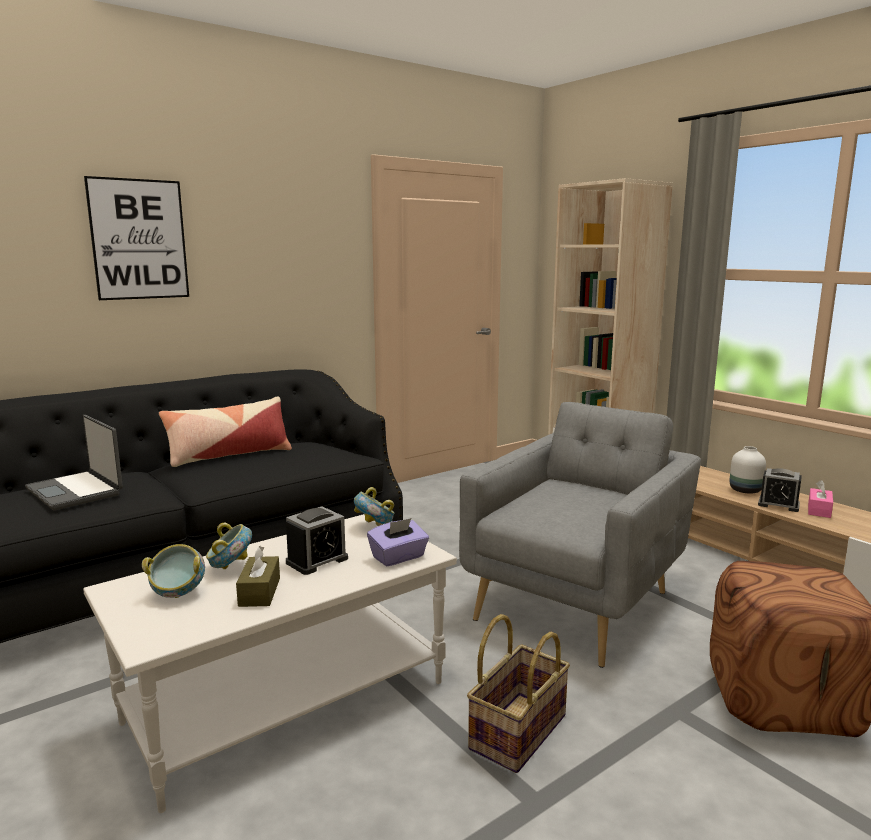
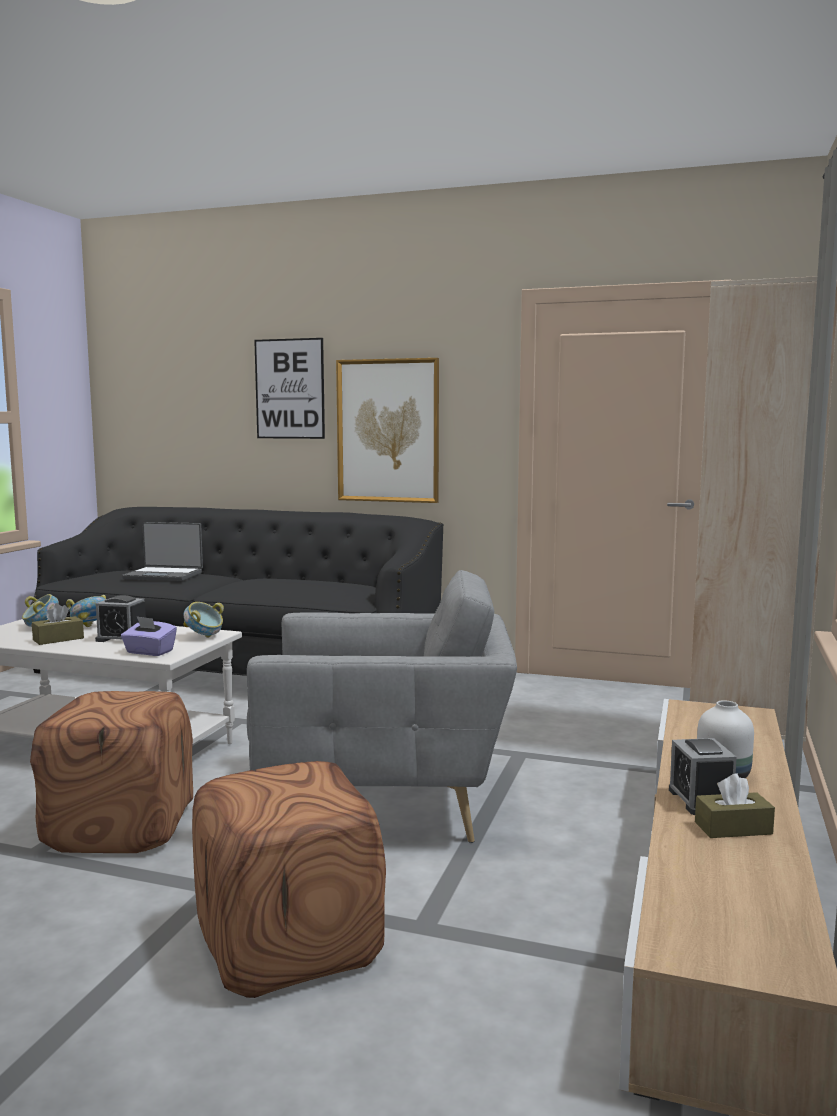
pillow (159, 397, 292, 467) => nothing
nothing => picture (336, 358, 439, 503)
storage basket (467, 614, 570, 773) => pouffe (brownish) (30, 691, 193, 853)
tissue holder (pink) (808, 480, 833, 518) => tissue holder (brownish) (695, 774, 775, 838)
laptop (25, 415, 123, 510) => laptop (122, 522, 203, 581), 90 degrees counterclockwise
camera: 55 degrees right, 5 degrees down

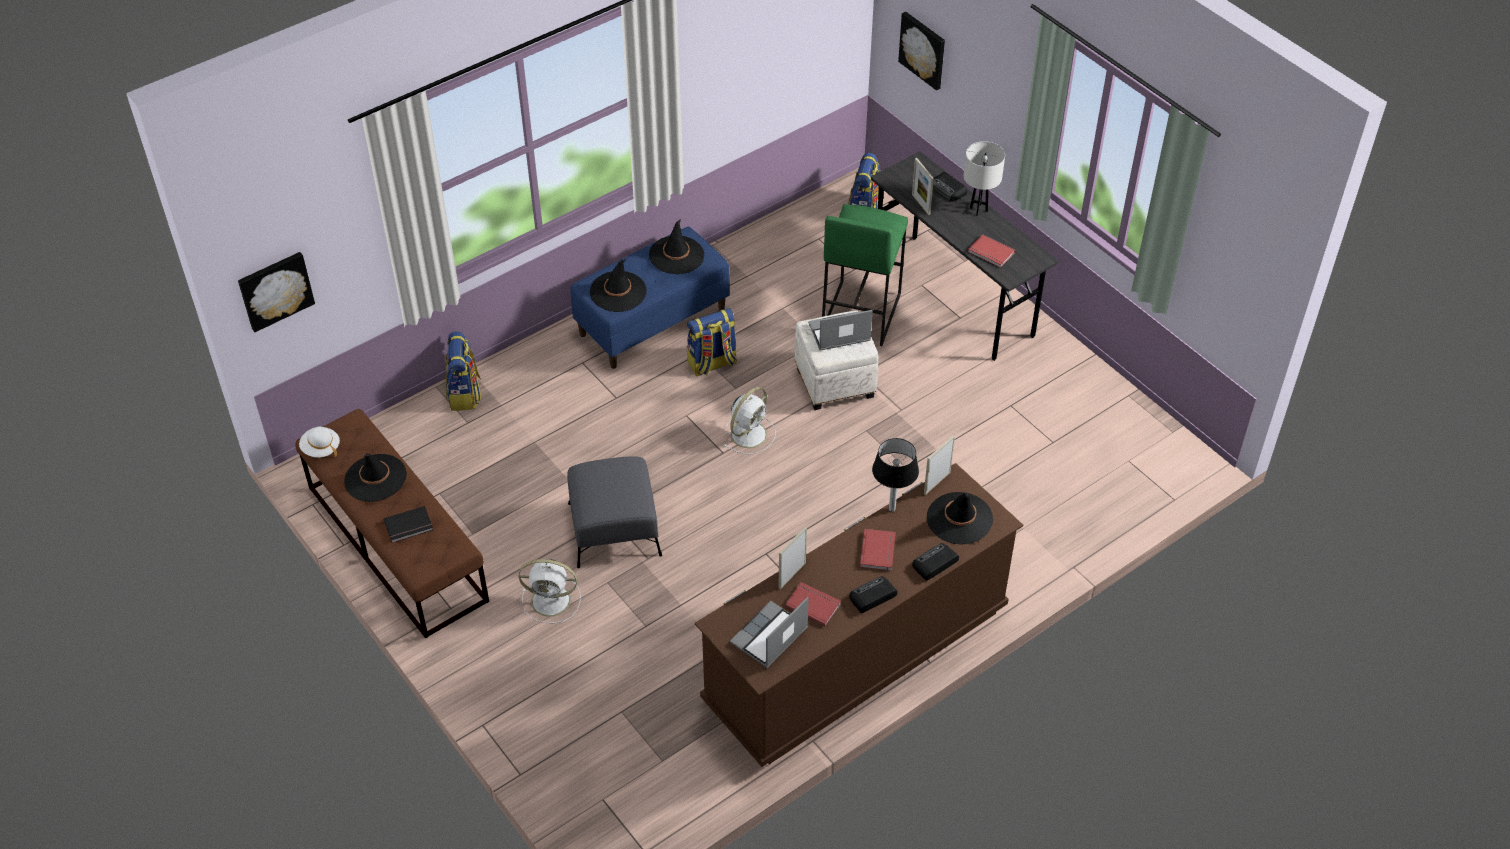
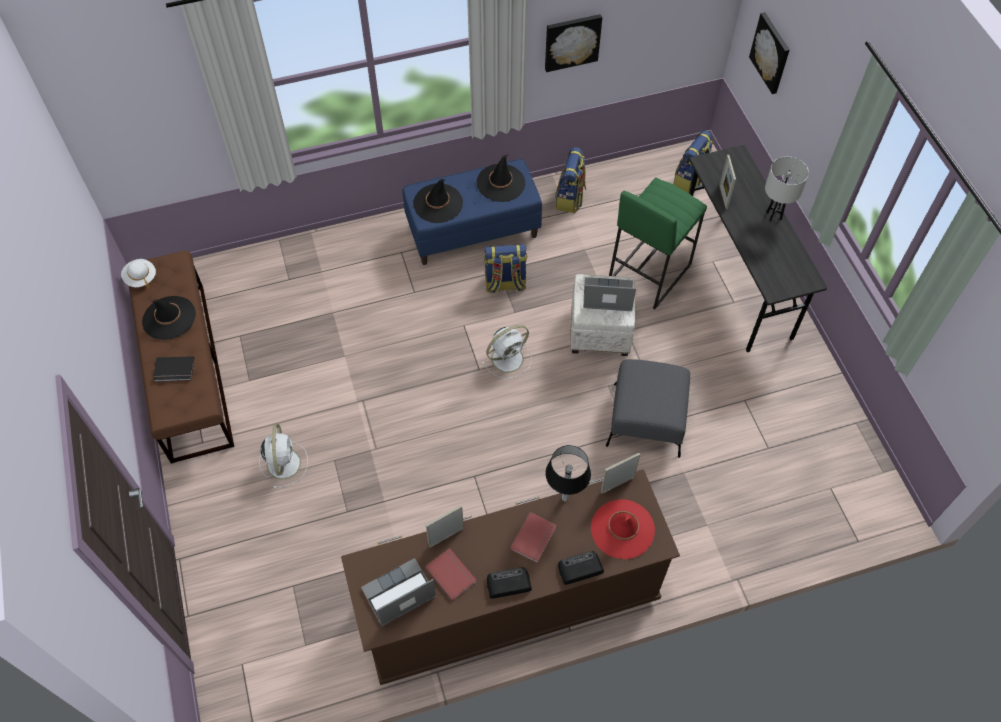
radio receiver (933, 172, 967, 202) => nothing
bound book (red-coloured) (968, 234, 1015, 268) => nothing
picture (238, 252, 315, 332) => picture (545, 14, 602, 72), move
rucksack (446, 331, 481, 411) => rucksack (555, 147, 586, 213), move
pouffe (gray) (567, 457, 662, 568) => pouffe (gray) (606, 359, 690, 458), move
clothing hat (black) (927, 492, 993, 544) => clothing hat (red-coloured) (591, 499, 655, 559)
fan (white-coloured) (518, 559, 581, 623) => fan (white-coloured) (259, 424, 308, 488), 120 degrees counterclockwise
camera: 20 degrees right, 10 degrees up

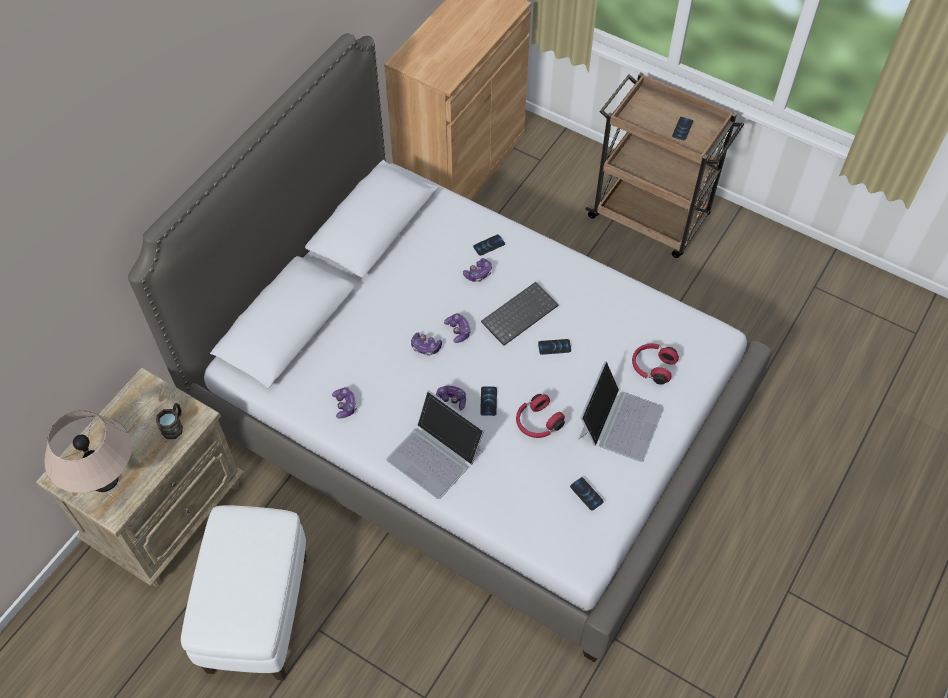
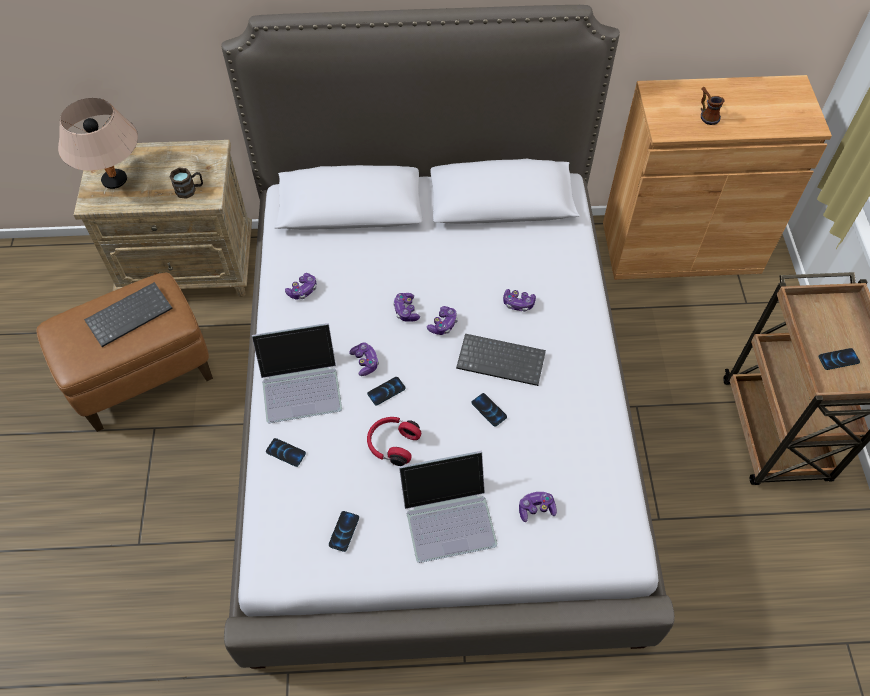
nothing => keyboard (84, 282, 173, 347)
nothing => mug (701, 87, 725, 125)
telephone (473, 234, 505, 256) => telephone (266, 438, 306, 467), move
headset (red-coloured) (632, 343, 679, 385) => gamepad (519, 492, 557, 522)
pouffe (white-coloured) (181, 505, 307, 680) => pouffe (brownish) (37, 273, 213, 432)
laptop (387, 390, 485, 499) => laptop (252, 323, 342, 423), 105 degrees counterclockwise
camera: 55 degrees right, 0 degrees up

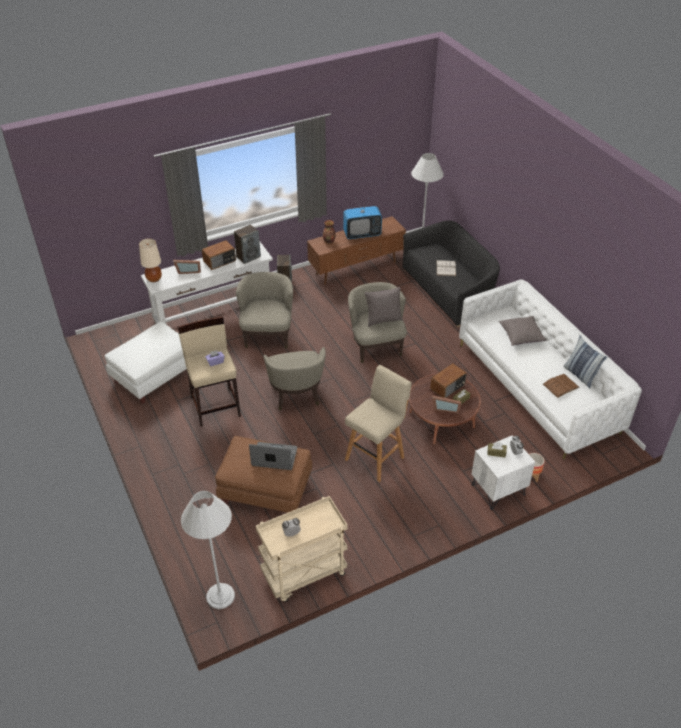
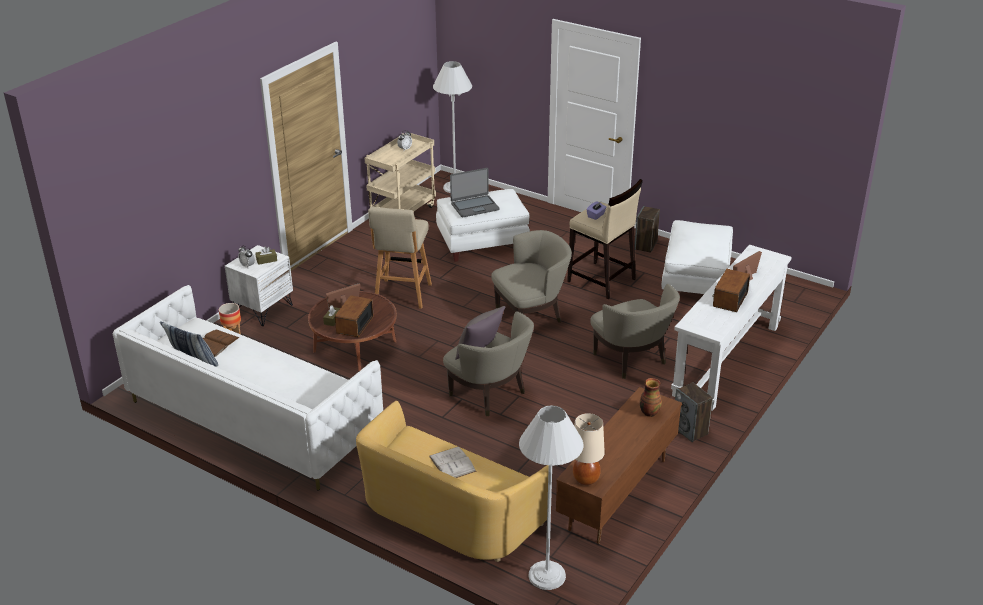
TV set (343, 195, 382, 239) => nothing
pillow (gray) (499, 316, 546, 346) => nothing
lamp for a table (sand-coloured) (139, 238, 162, 282) => lamp for a table (sand-coloured) (573, 413, 605, 485), move
audio speaker (234, 225, 261, 264) => audio speaker (635, 206, 660, 253), move
pouffe (brownish) (215, 436, 312, 513) => pouffe (white-coloured) (436, 189, 530, 262)
settee (black) (402, 221, 500, 327) => settee (yellow) (356, 401, 549, 562)
armchair (sand-coloured) (263, 347, 326, 411) => armchair (sand-coloured) (491, 230, 572, 323), 105 degrees clockwise
camera: 150 degrees right, 10 degrees down

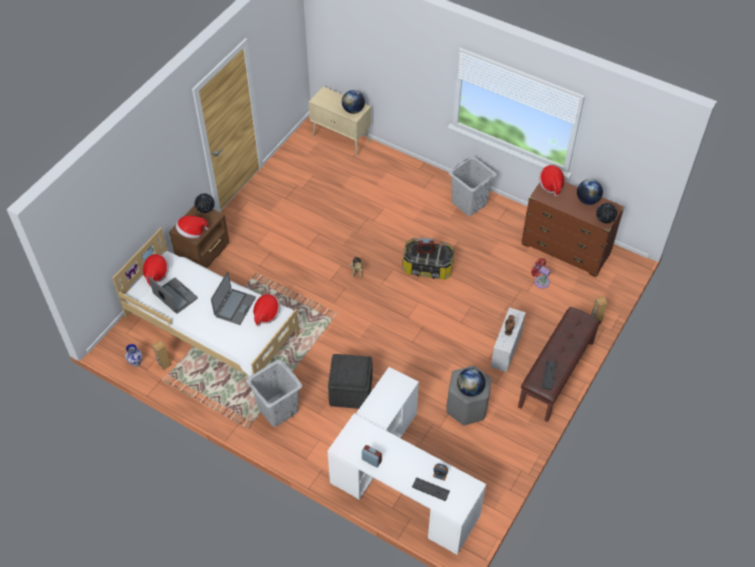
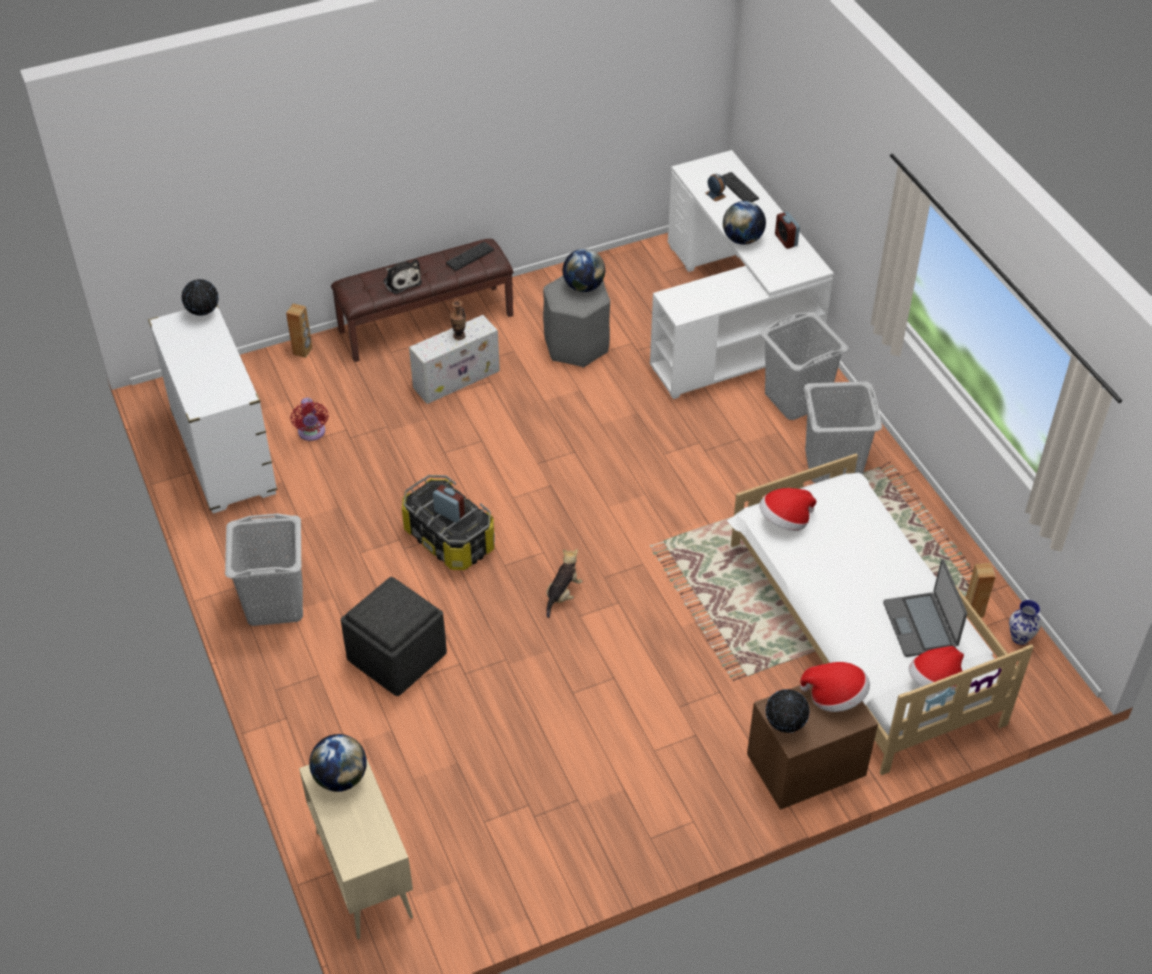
laptop (211, 272, 256, 325) => nothing
clothing hat (539, 165, 565, 197) => nothing
nothing => soft toy (383, 259, 422, 294)
nothing => hamper (gray) (760, 312, 849, 420)
pouffe (gray) (328, 354, 373, 409) => pouffe (gray) (341, 577, 447, 696), move
desk globe (577, 179, 603, 205) => desk globe (723, 201, 766, 245), move
drawer chest (brownish) (521, 182, 625, 278) => drawer chest (white-coloured) (148, 304, 277, 513)
camera: 145 degrees left, 5 degrees down

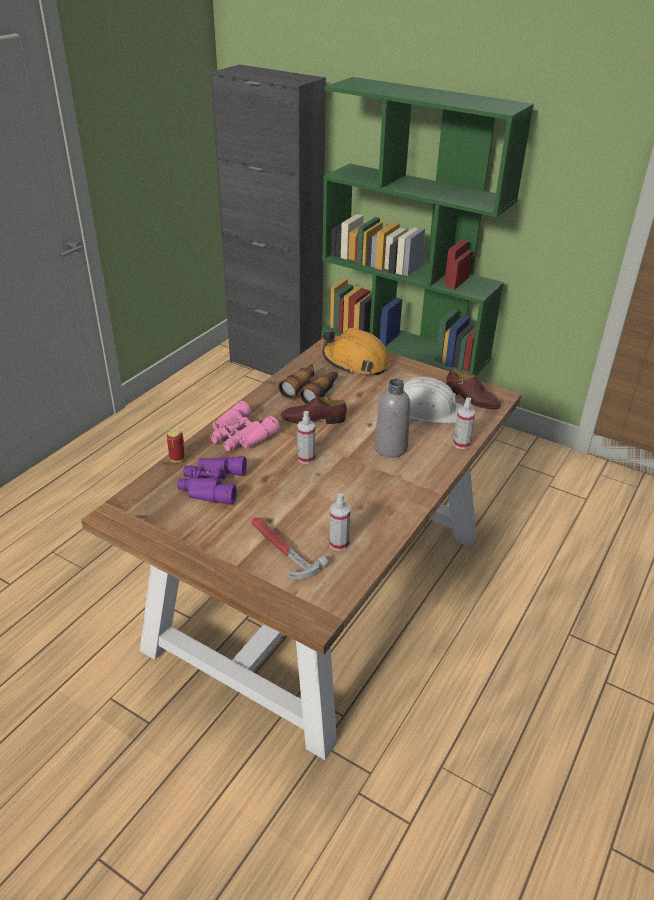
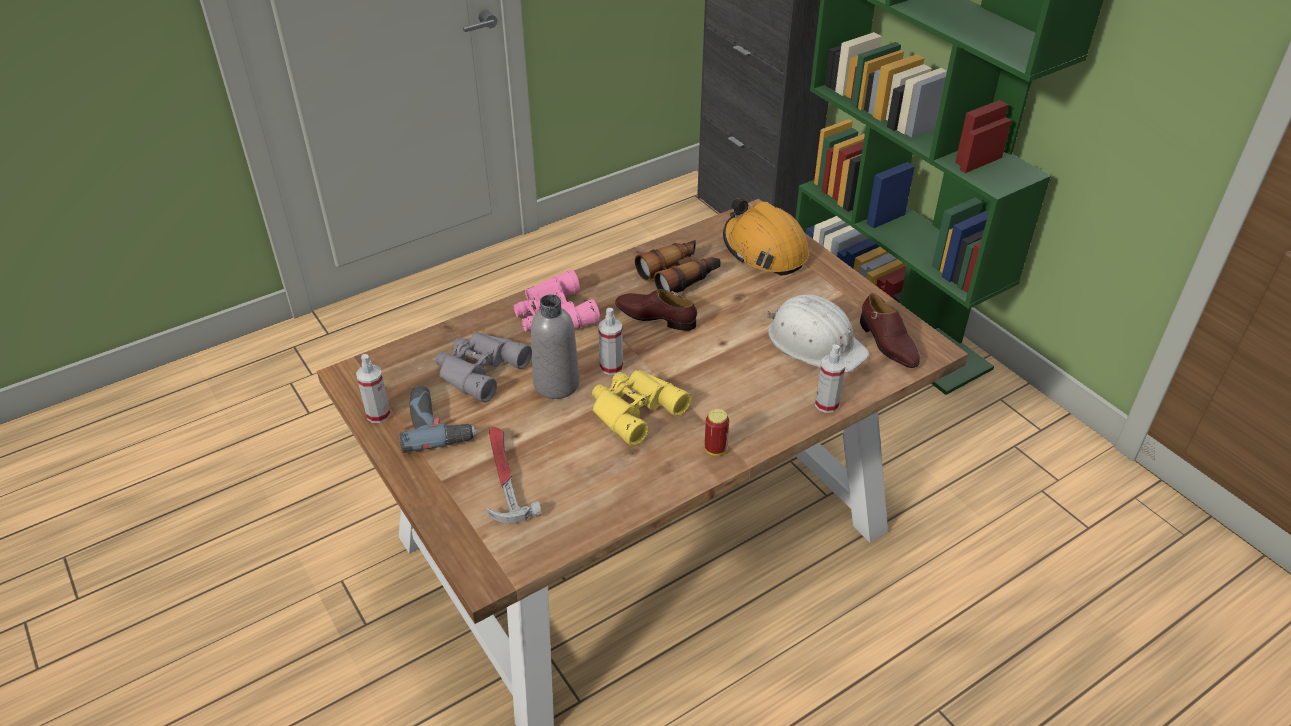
nothing => power drill (399, 386, 477, 453)
nothing => binoculars (yellow) (592, 370, 691, 446)
metal can (167, 428, 185, 462) => metal can (705, 409, 729, 456), move
spray bottle (329, 493, 350, 551) => spray bottle (356, 354, 391, 423), move
beverage bottle (gray) (374, 379, 410, 458) => beverage bottle (gray) (531, 294, 580, 399), move
binoculars (purplish) (177, 456, 247, 505) => binoculars (gray) (436, 332, 532, 402)
camera: 25 degrees right, 5 degrees up

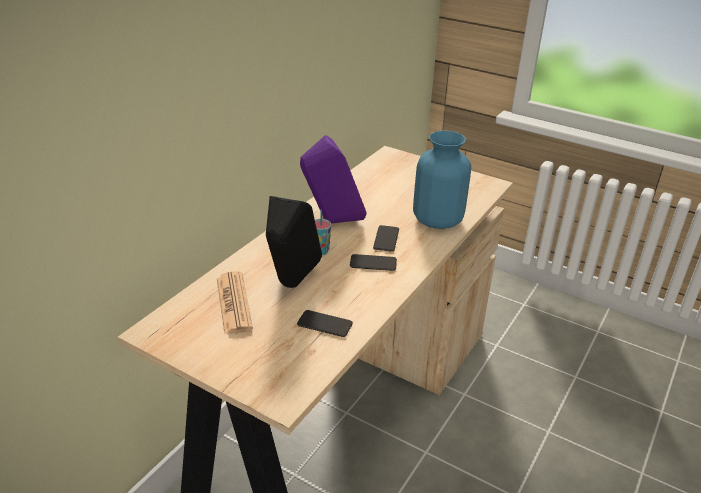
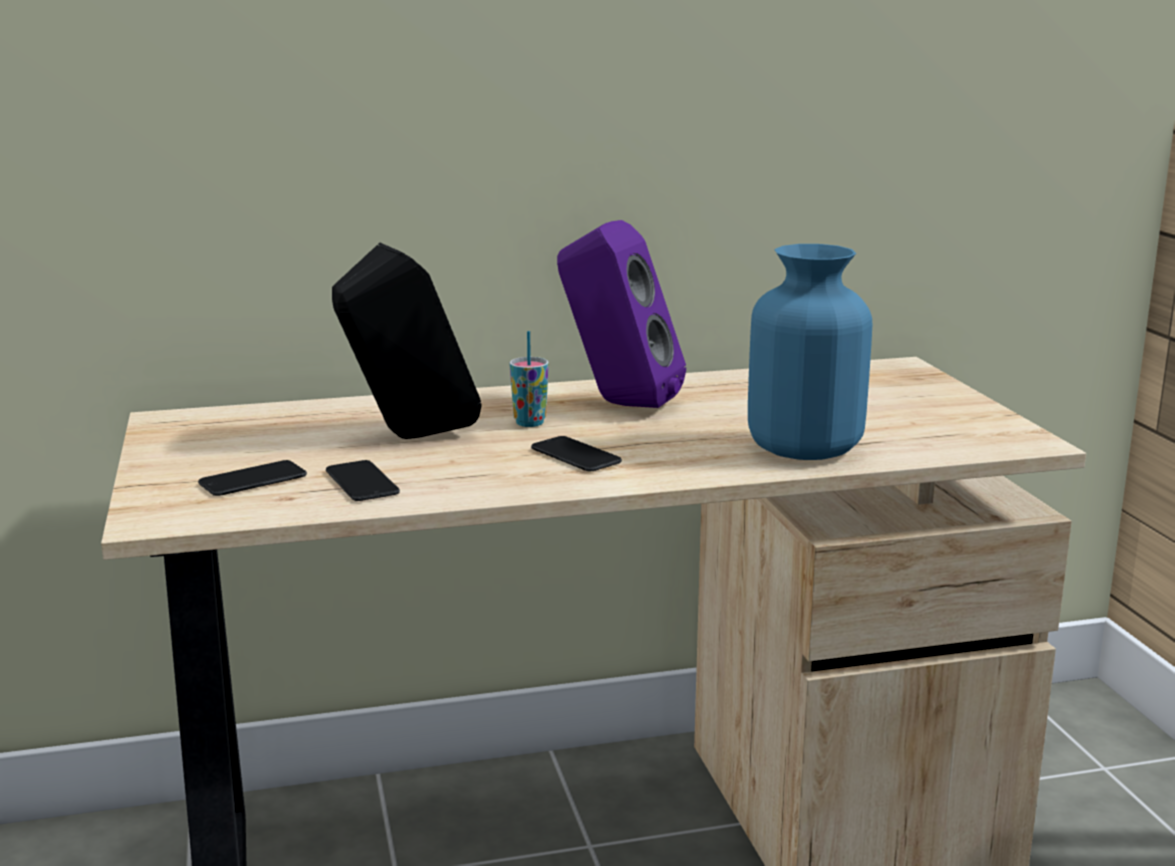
printed paper (217, 271, 253, 334) => nothing
telephone (373, 225, 399, 252) => telephone (198, 460, 307, 496), move
camera: 45 degrees right, 15 degrees down

